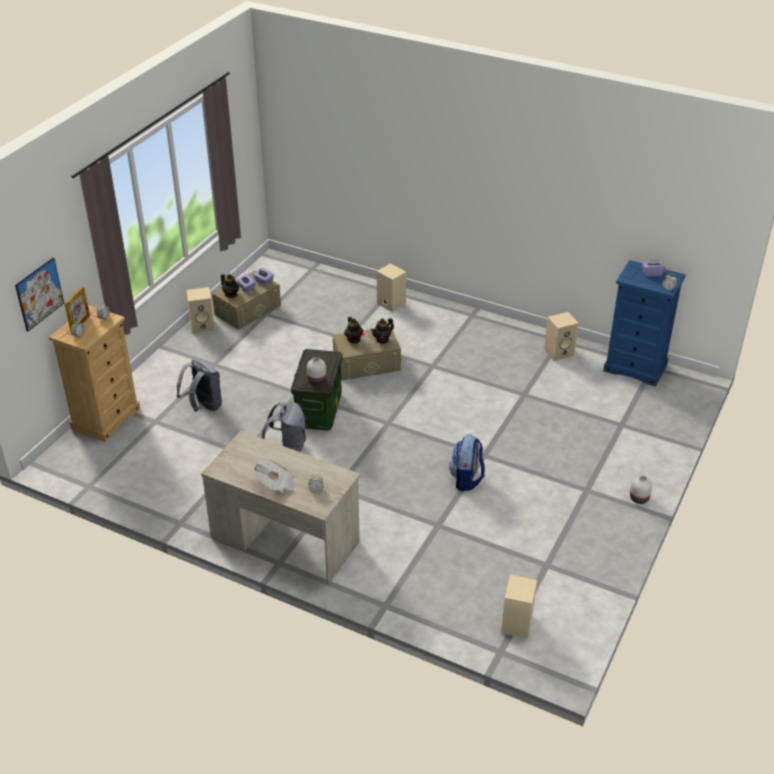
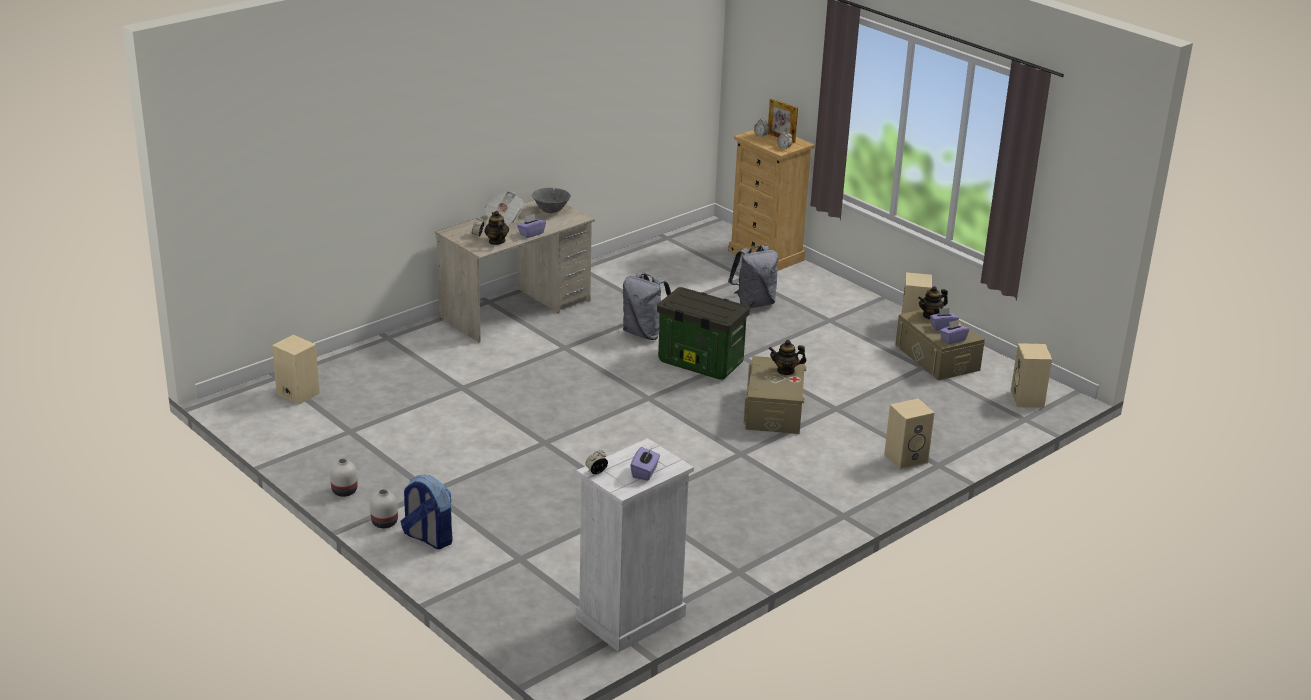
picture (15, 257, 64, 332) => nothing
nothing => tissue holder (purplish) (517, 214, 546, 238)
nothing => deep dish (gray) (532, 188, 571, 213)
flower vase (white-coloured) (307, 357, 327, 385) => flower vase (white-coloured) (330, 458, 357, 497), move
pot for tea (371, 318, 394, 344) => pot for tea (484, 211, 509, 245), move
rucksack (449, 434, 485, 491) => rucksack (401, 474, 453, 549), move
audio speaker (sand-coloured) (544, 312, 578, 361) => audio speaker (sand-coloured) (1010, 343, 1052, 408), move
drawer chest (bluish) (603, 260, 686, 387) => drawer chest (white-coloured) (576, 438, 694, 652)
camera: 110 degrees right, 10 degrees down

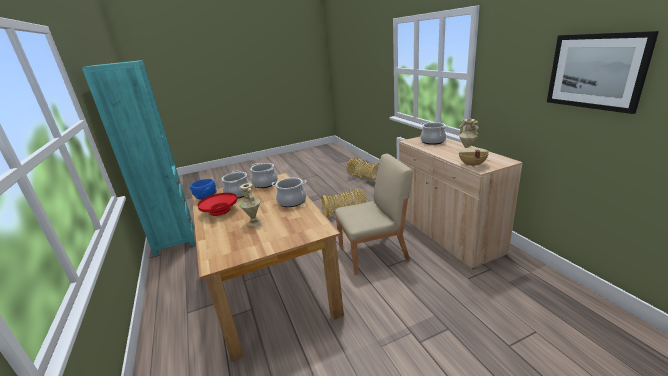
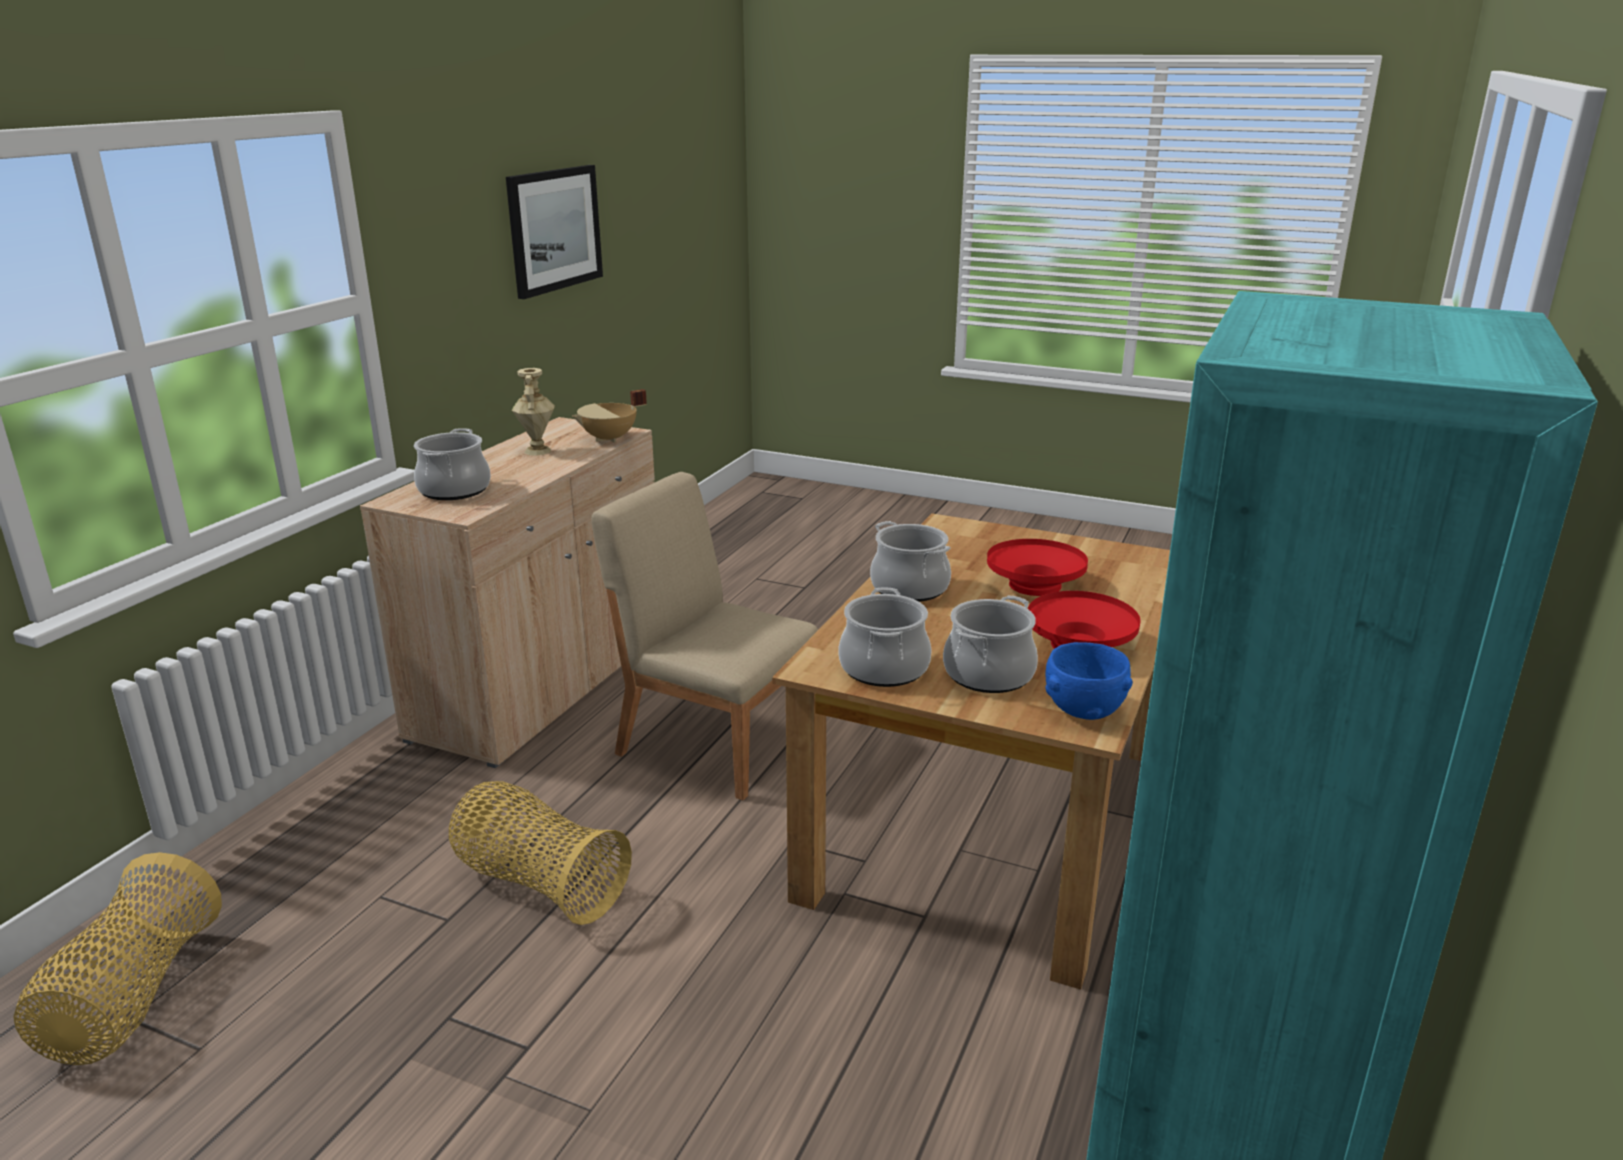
flower vase (sand-coloured) (239, 183, 261, 226) => deep dish (red-coloured) (987, 539, 1088, 596)
camera: 135 degrees left, 0 degrees up

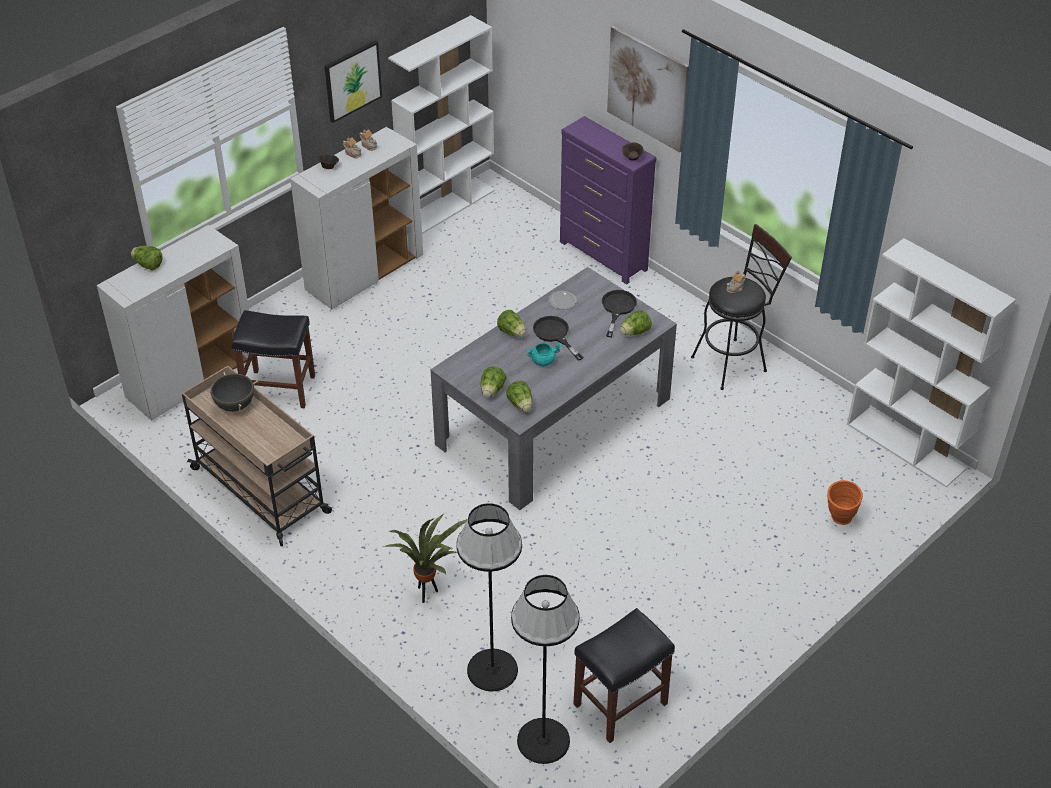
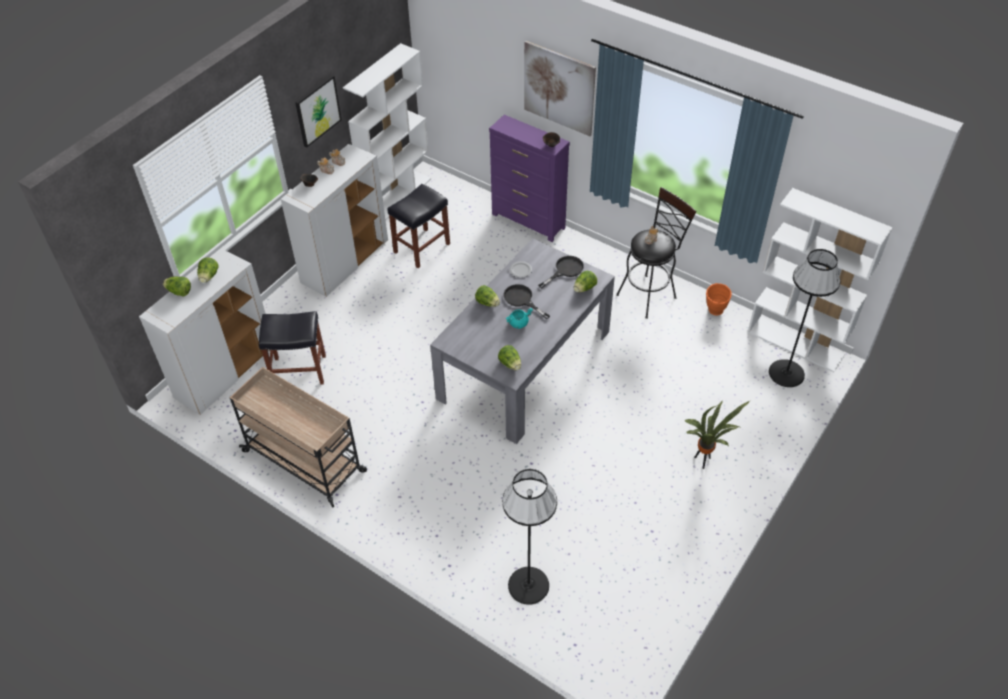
stockpot (black) (206, 372, 258, 412) => nothing
houseplant (383, 514, 468, 603) => houseplant (685, 400, 750, 469), move
lettuce (481, 366, 507, 397) => lettuce (197, 257, 219, 283), move
floor lamp (black) (511, 575, 580, 764) => floor lamp (black) (769, 249, 840, 387), move
stool seat (black) (573, 608, 675, 743) => stool seat (black) (387, 184, 450, 268), move
flower vase (orangey) (827, 480, 863, 525) => flower vase (orangey) (706, 283, 732, 315), move
pan (black) (602, 290, 637, 337) => pan (black) (538, 256, 584, 288), 45 degrees clockwise
camera: 10 degrees left, 5 degrees up

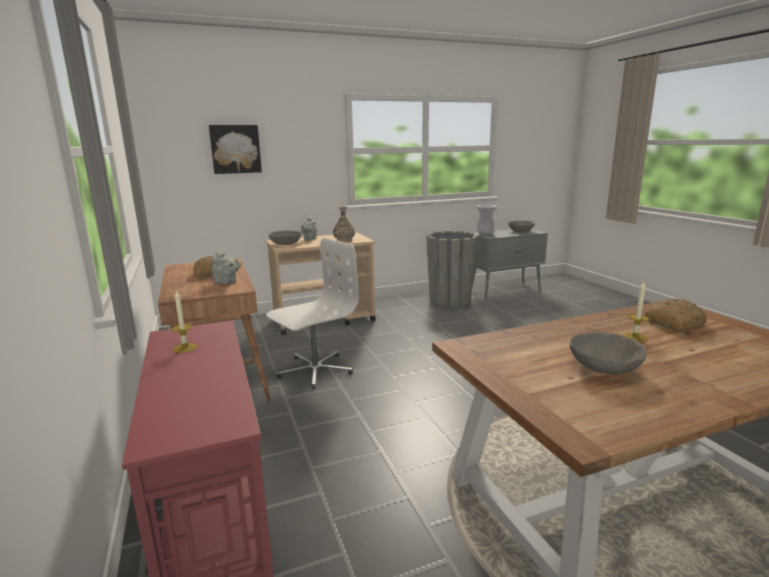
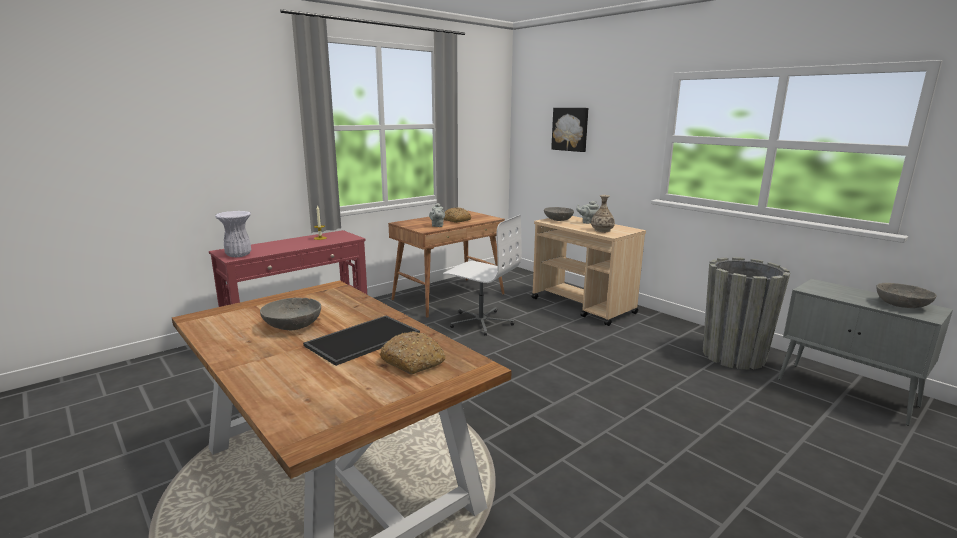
flower vase (white-coloured) (476, 205, 498, 235) => flower vase (white-coloured) (215, 211, 251, 257), move
wax candle (623, 282, 649, 342) => serving tray (303, 316, 420, 366)
camera: 70 degrees right, 0 degrees up

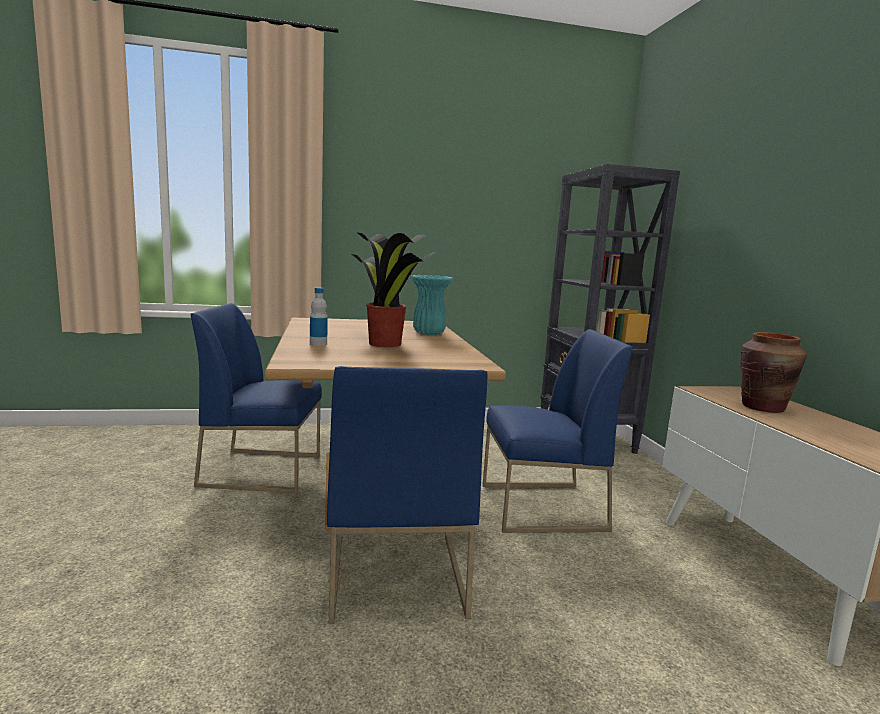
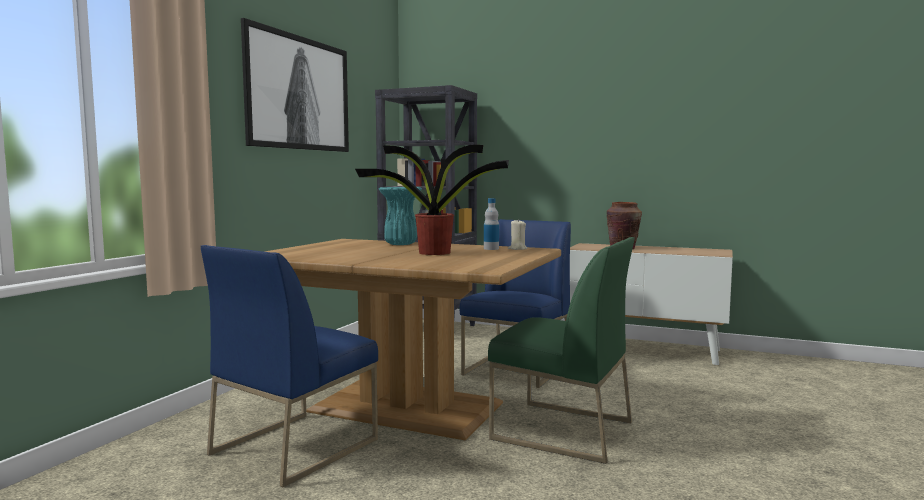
nothing => picture (241, 18, 349, 152)
nothing => wax candle (sand-coloured) (508, 219, 527, 250)
beverage bottle (310, 287, 328, 346) => beverage bottle (484, 198, 499, 250), move
plain chair (bluish) (327, 366, 487, 624) => plain chair (greenish) (488, 237, 635, 464)
camera: 55 degrees left, 5 degrees down

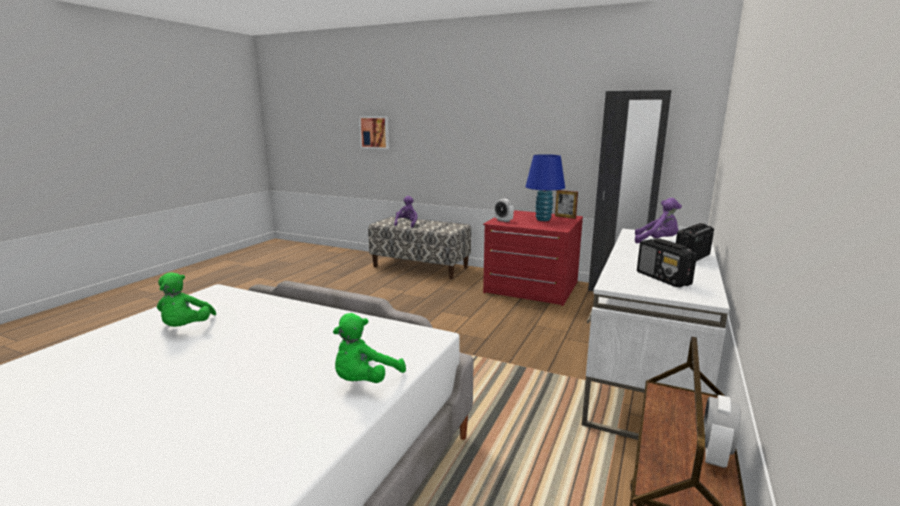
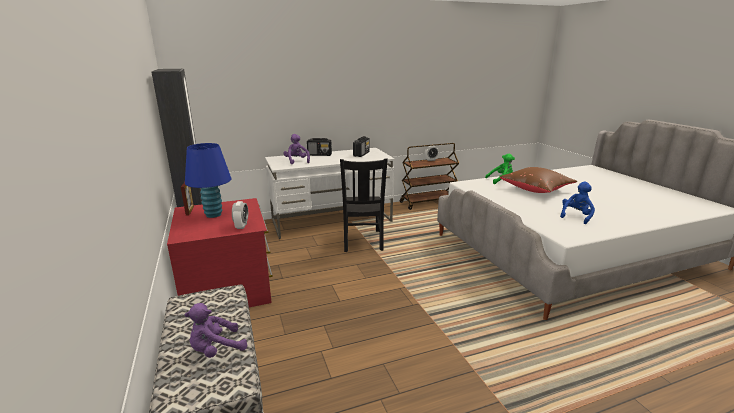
picture (359, 116, 389, 149) => nothing
nothing => plain chair (black) (340, 158, 388, 252)
nothing => pillow (brownish) (500, 167, 578, 193)
soft toy (greenish) (157, 273, 216, 327) => soft toy (bluish) (560, 182, 595, 224)
camera: 135 degrees left, 5 degrees up

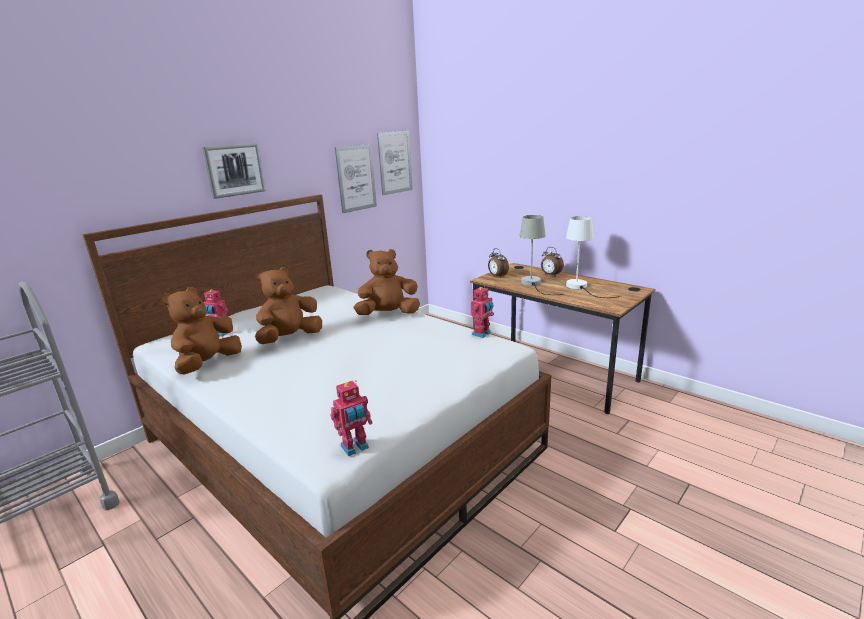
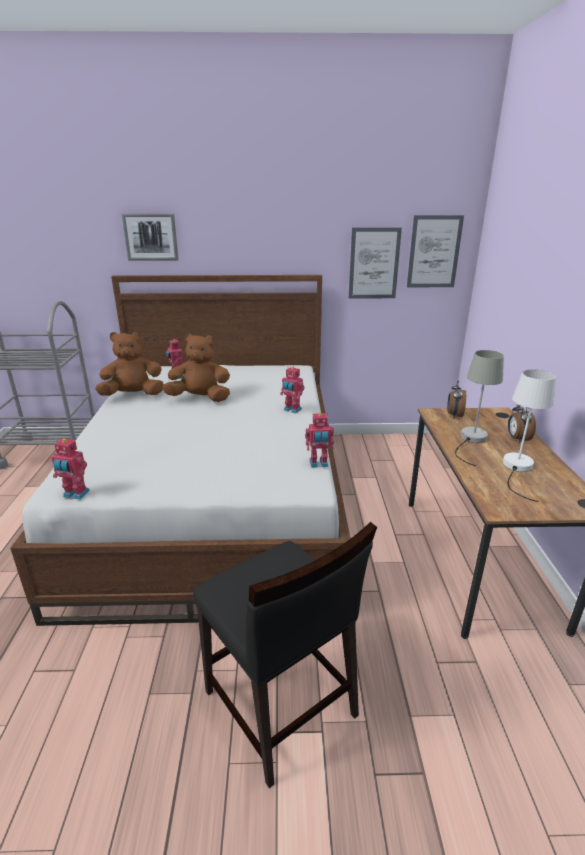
nothing => plain chair (black) (193, 522, 377, 788)
picture (202, 143, 266, 199) => picture (122, 213, 179, 261), move
soft toy (brownish) (353, 249, 420, 315) => robot figure (280, 367, 305, 413)
camera: 45 degrees right, 5 degrees up

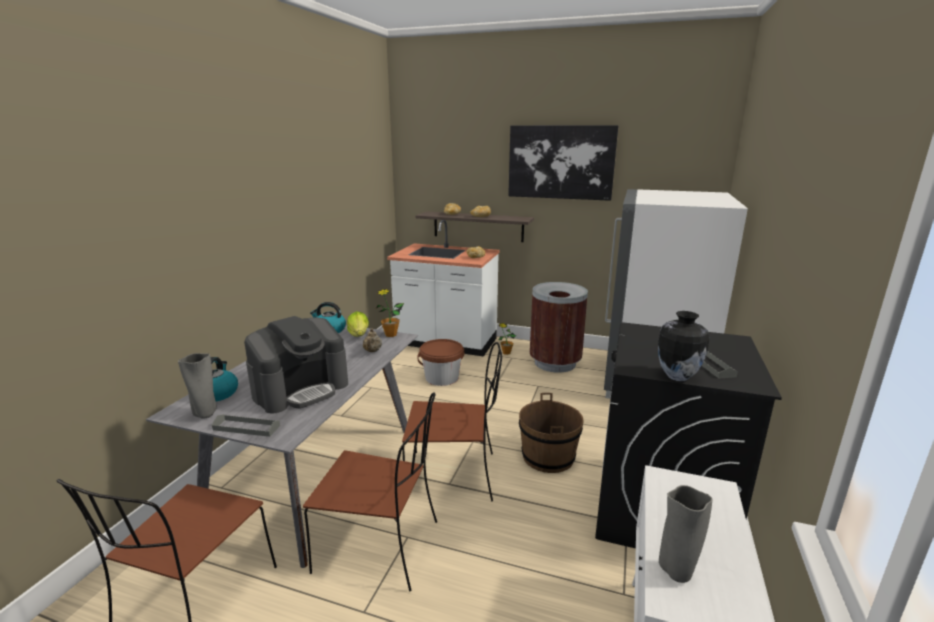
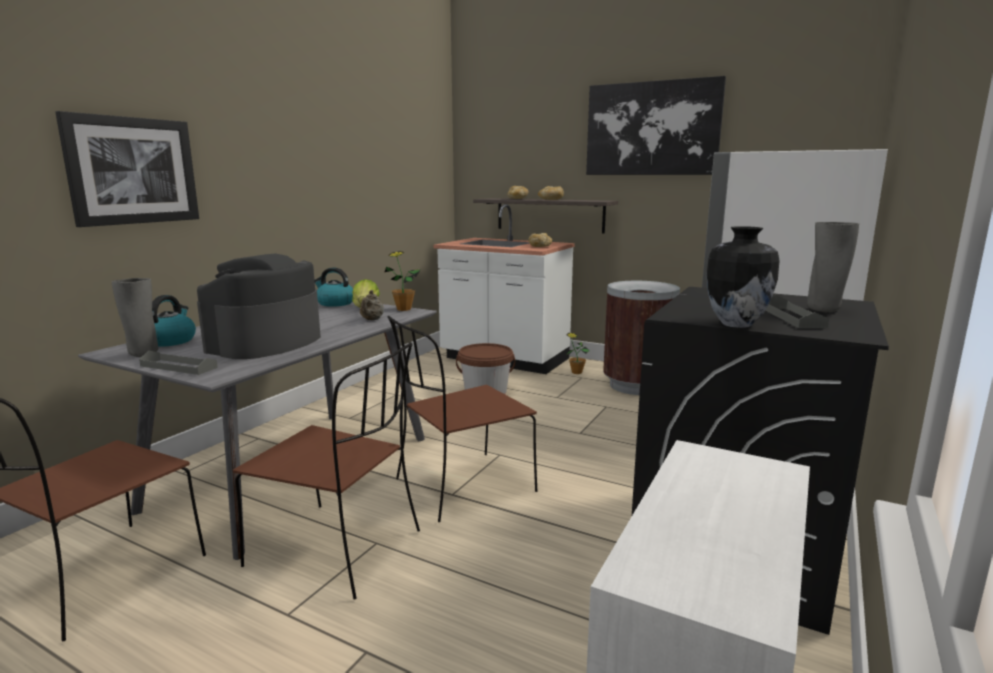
water bucket (brownish) (519, 393, 584, 473) => nothing
nothing => picture (55, 111, 199, 227)
flower vase (gray) (659, 485, 712, 583) => flower vase (gray) (807, 222, 859, 313), move
coffee brewer (244, 316, 348, 414) => coffee brewer (197, 254, 321, 359), 150 degrees clockwise
plain chair (brownish) (402, 342, 502, 501) => plain chair (brownish) (387, 316, 537, 522), 135 degrees clockwise
camera: 10 degrees right, 5 degrees down

